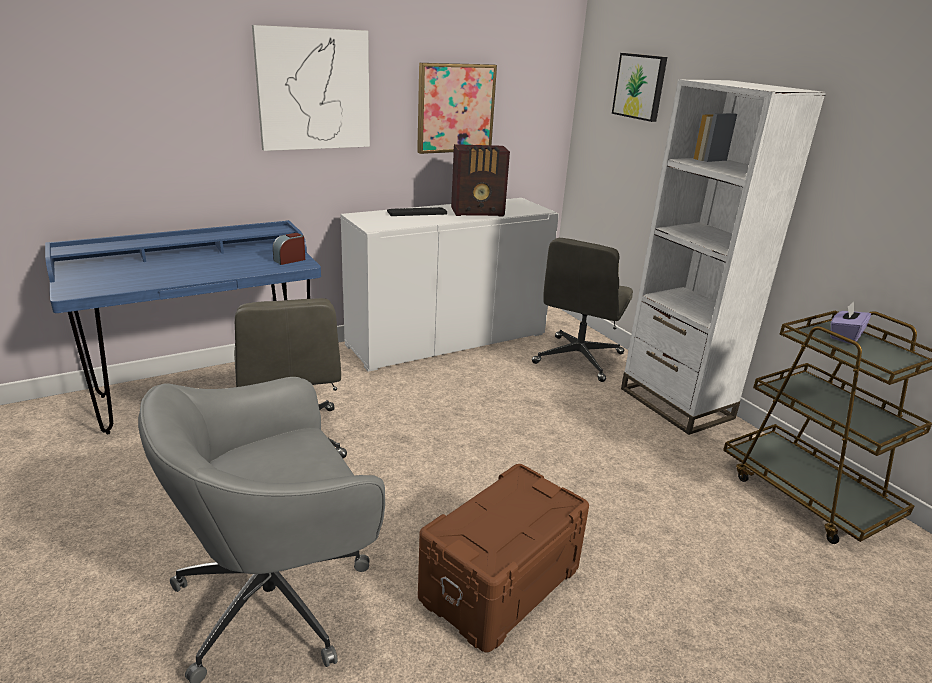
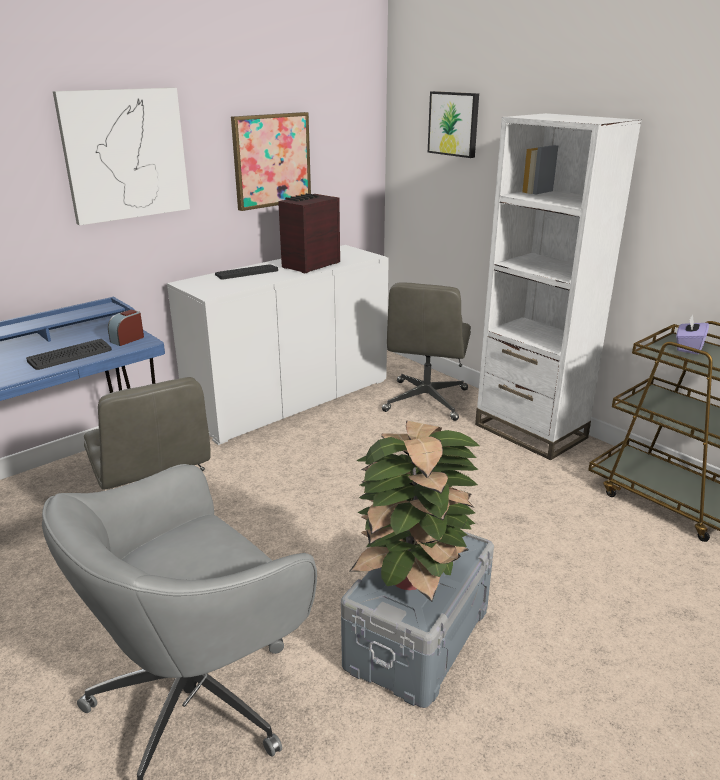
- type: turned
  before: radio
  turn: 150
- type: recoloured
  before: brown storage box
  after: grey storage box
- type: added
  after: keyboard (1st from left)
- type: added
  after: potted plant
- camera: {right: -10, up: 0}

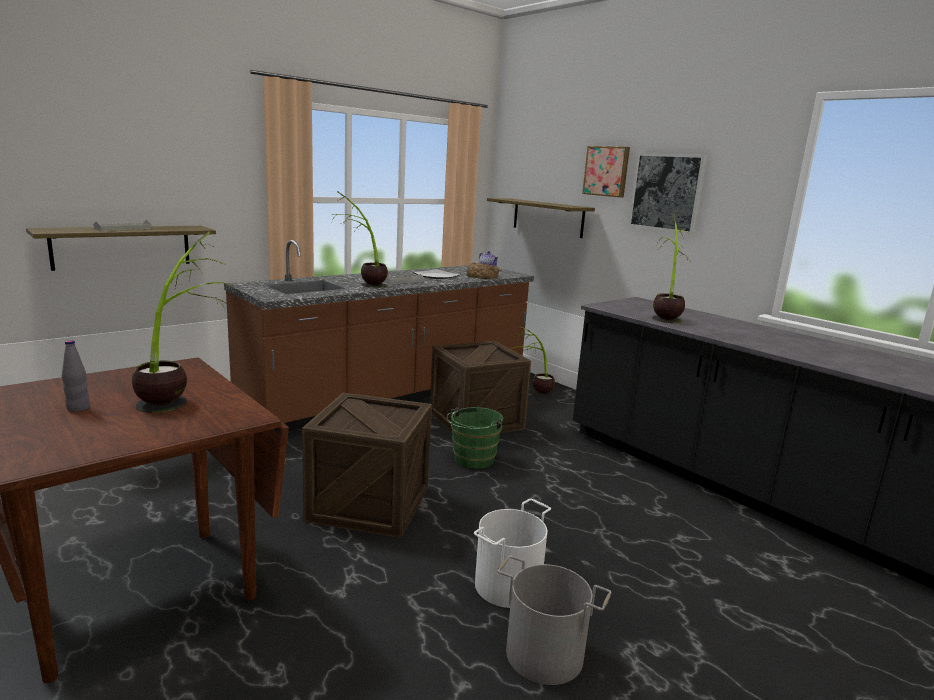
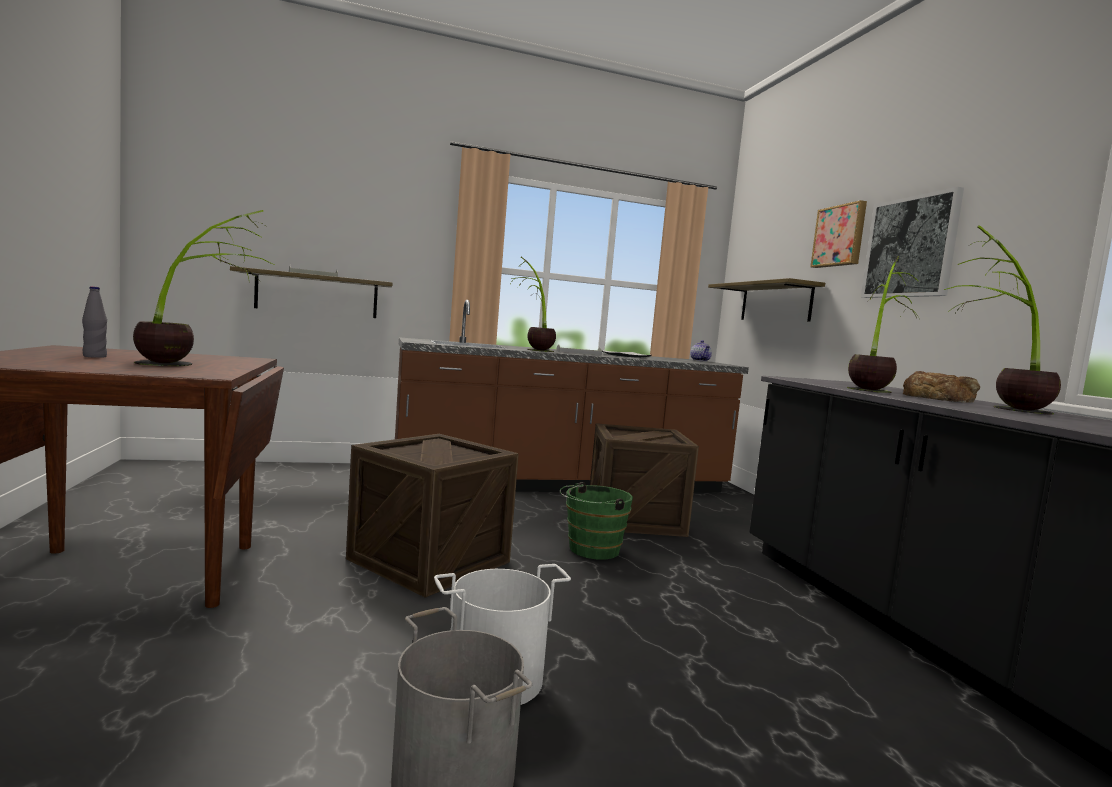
- type: moved
  before: bread
- type: moved
  before: potted plant (3rd from left in the first image)
  after: potted plant (4th from left)
- camera: {right: 25, up: -10}

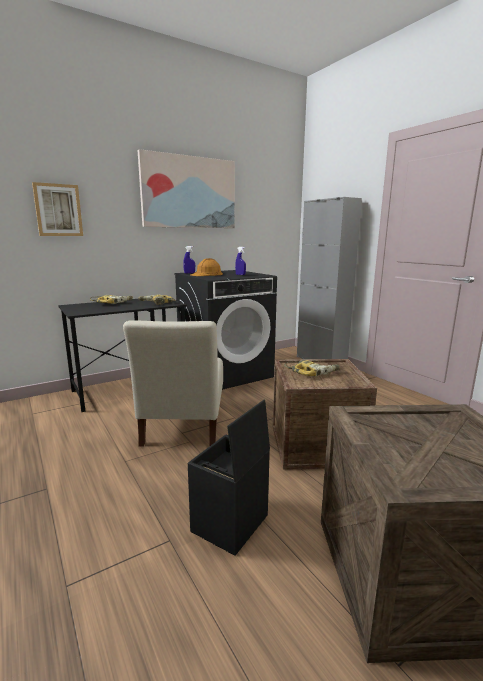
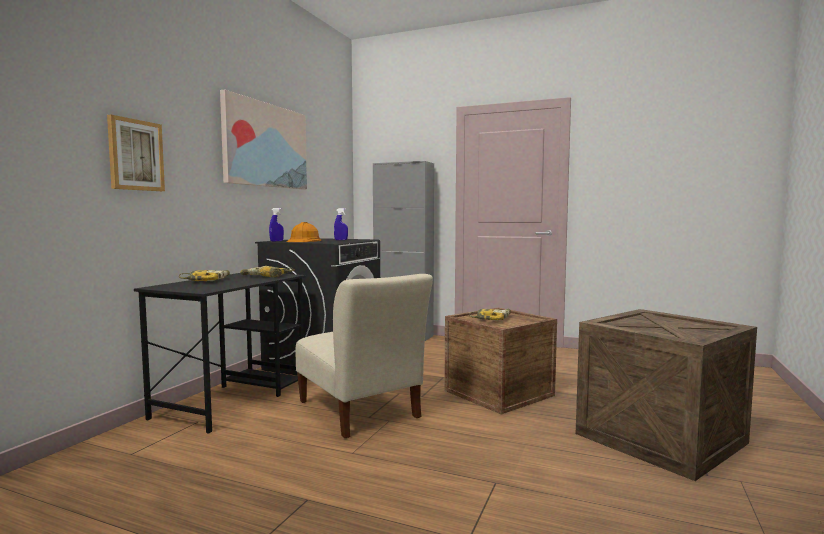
- type: removed
  before: black storage box
- camera: {right: -35, up: -10}

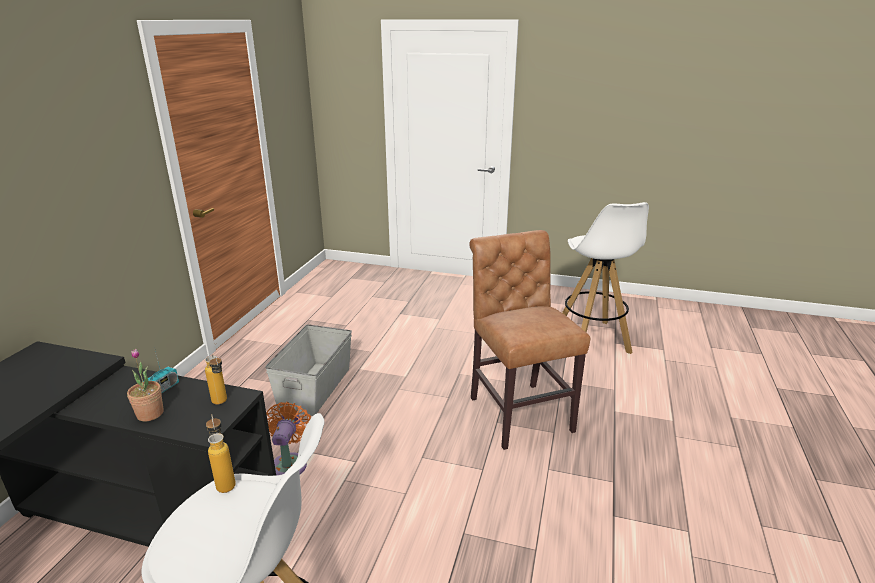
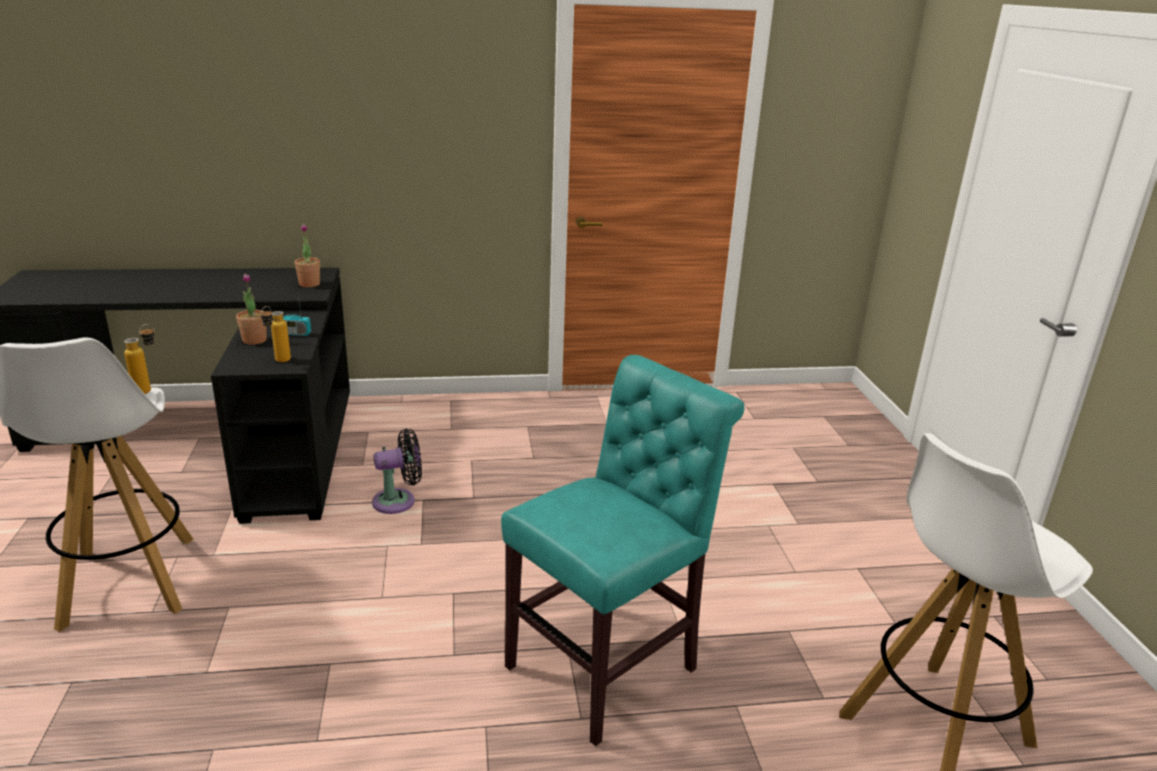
- type: recoloured
  before: brown chair
  after: turquoise chair
- type: removed
  before: grey storage box
- type: recoloured
  before: orange fan
  after: black fan
- type: added
  after: potted plant (2nd from left)
- camera: {right: 65, up: 0}

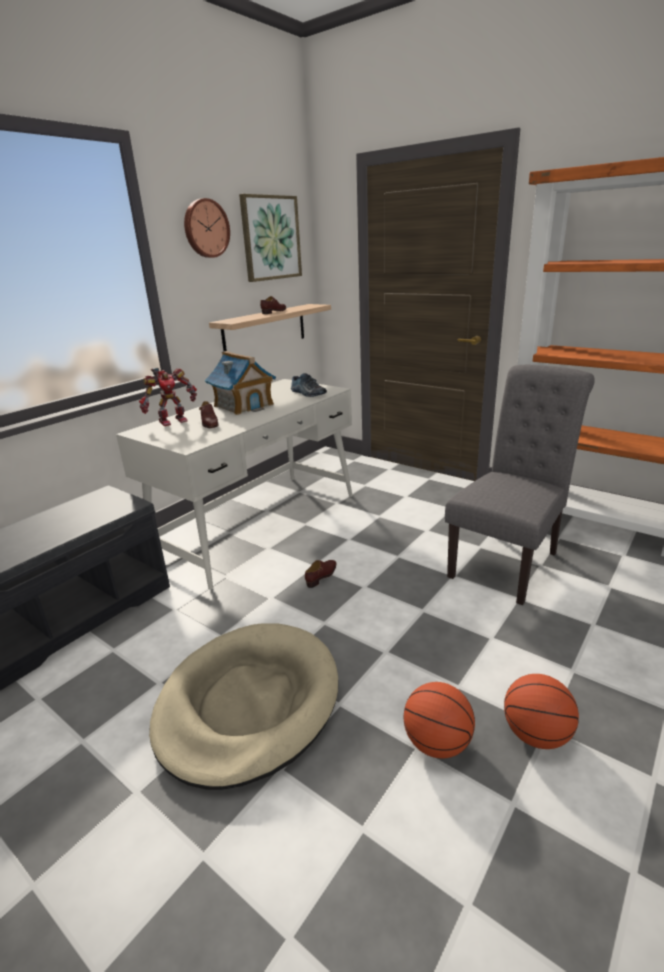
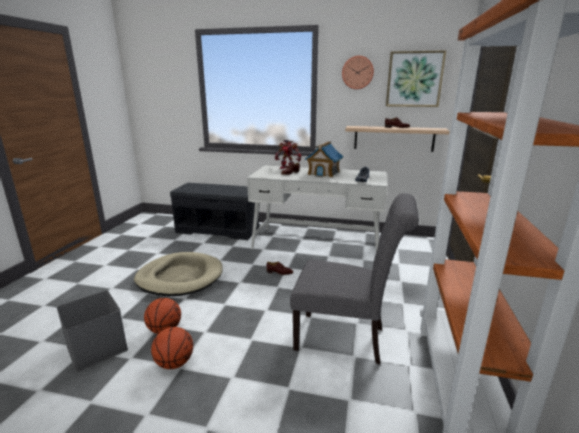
- type: added
  after: grey storage box
- camera: {right: 65, up: -5}

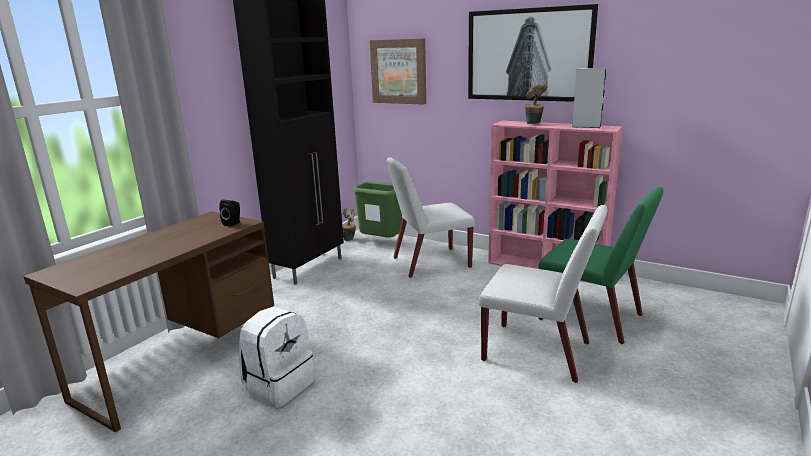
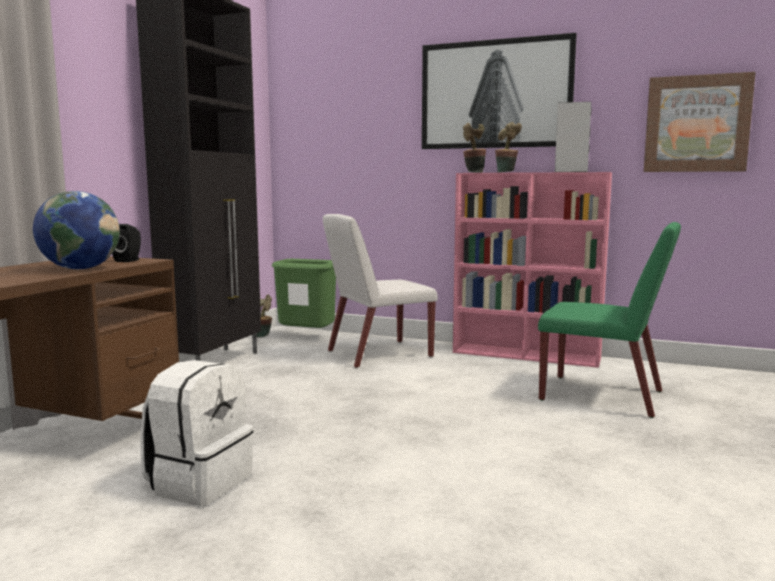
- type: moved
  before: picture (1st from left in the first image)
  after: picture (2nd from left)
- type: removed
  before: white chair (2nd from left)
- type: added
  after: potted plant (2nd from left)
- type: added
  after: globe
- camera: {right: -10, up: -10}

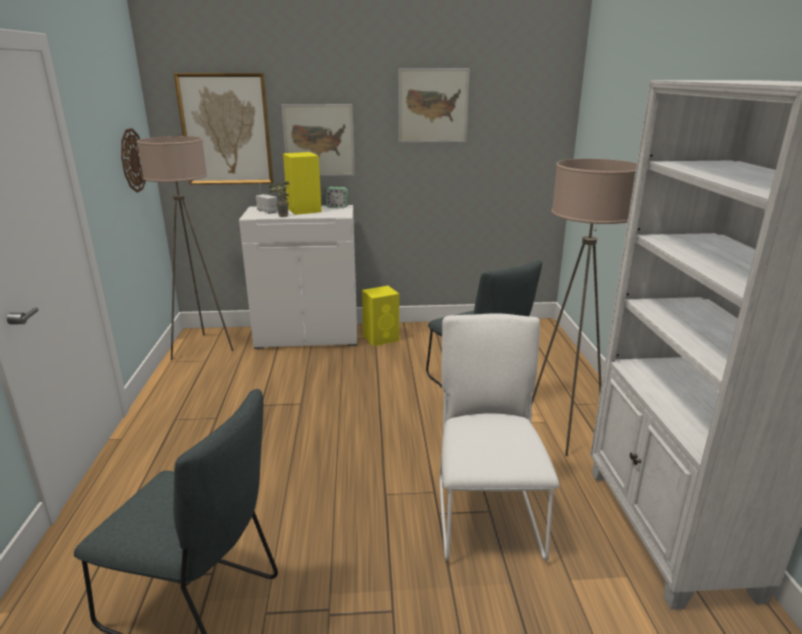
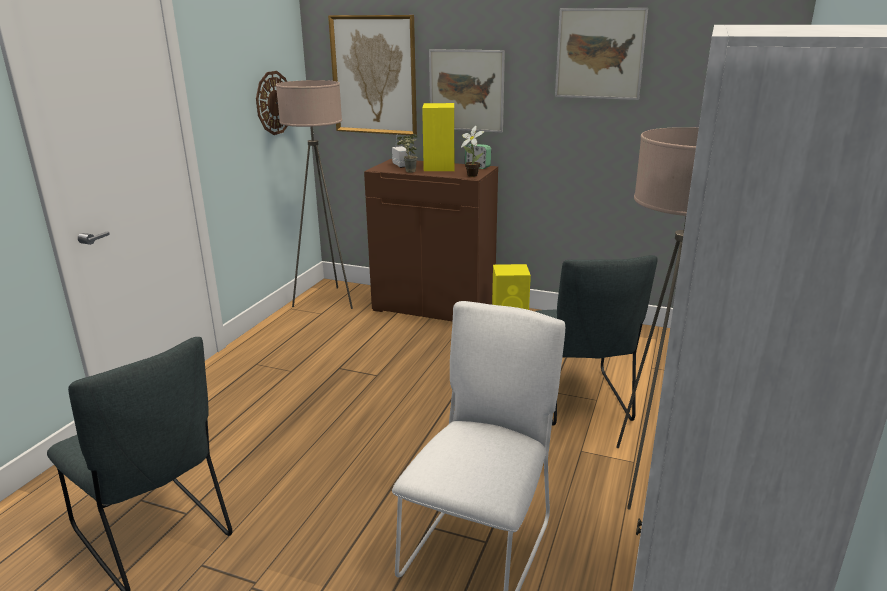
- type: recoloured
  before: white cabinet
  after: brown cabinet
- type: added
  after: potted plant (2nd from left)
- camera: {right: 25, up: 0}

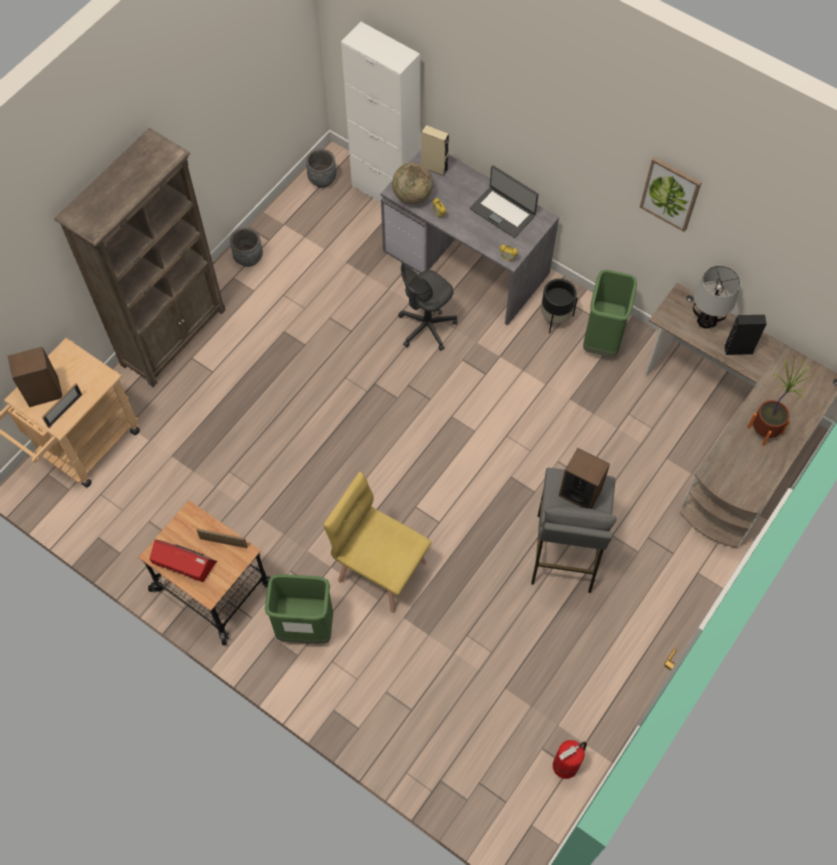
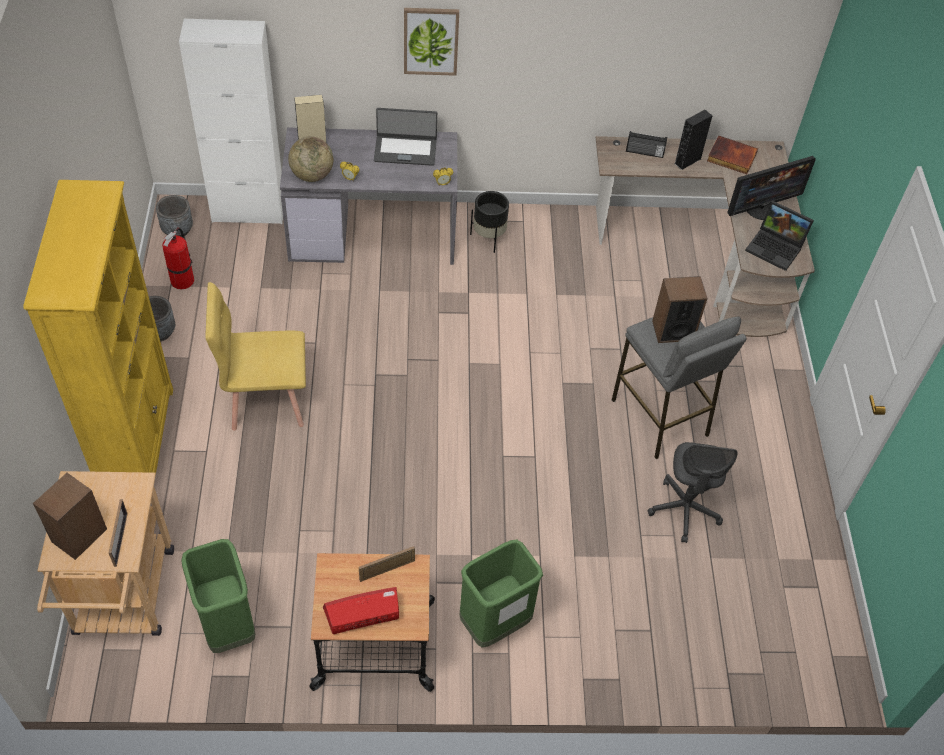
- type: recoloured
  before: brown bookcase
  after: yellow bookcase
- type: moved
  before: picture
- type: moved
  before: grey office chair
- type: replaced
  before: table lamp
  after: radio (2nd from left)
- type: moved
  before: green trash can (2nd from left in the first image)
  after: green trash can (1st from left)
- type: replaced
  before: potted plant
  after: monitor
- type: moved
  before: yellow chair
- type: moved
  before: fire extinguisher
- type: added
  after: book
- type: added
  after: laptop (2nd from left)
- camera: {right: -40, up: -10}

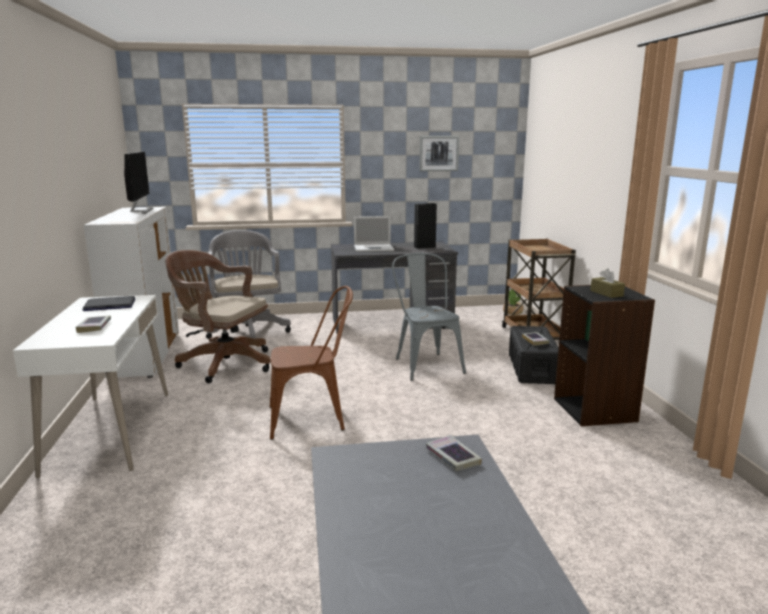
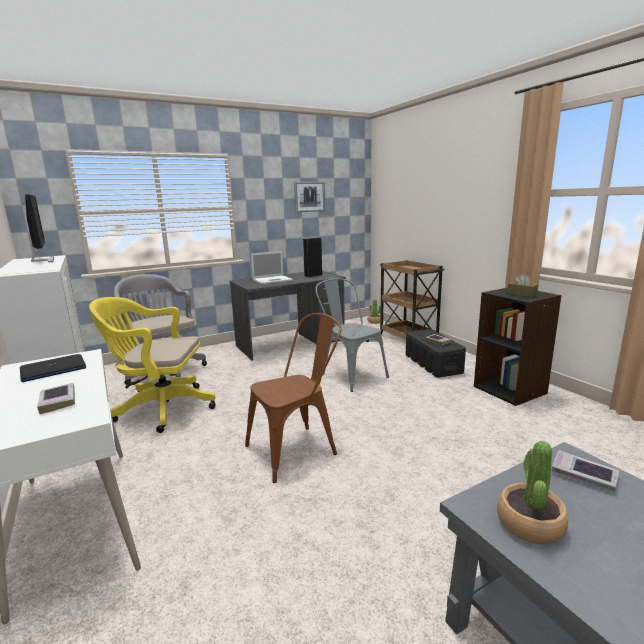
- type: recoloured
  before: brown office chair
  after: yellow office chair
- type: added
  after: potted plant (2nd from left)
- camera: {right: -20, up: 0}

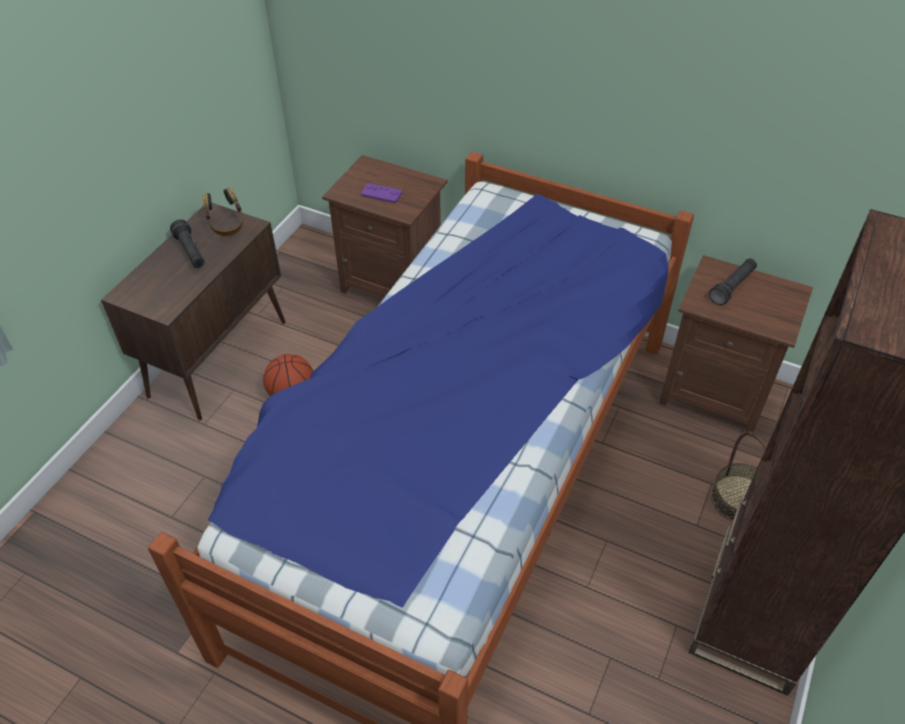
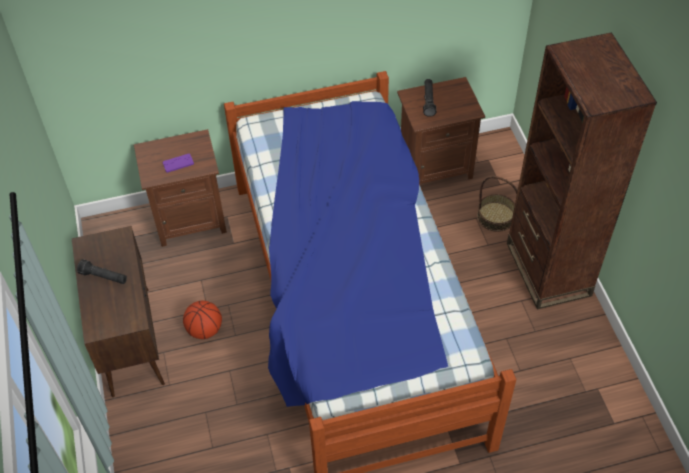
- type: removed
  before: headphones
- camera: {right: -40, up: 5}

